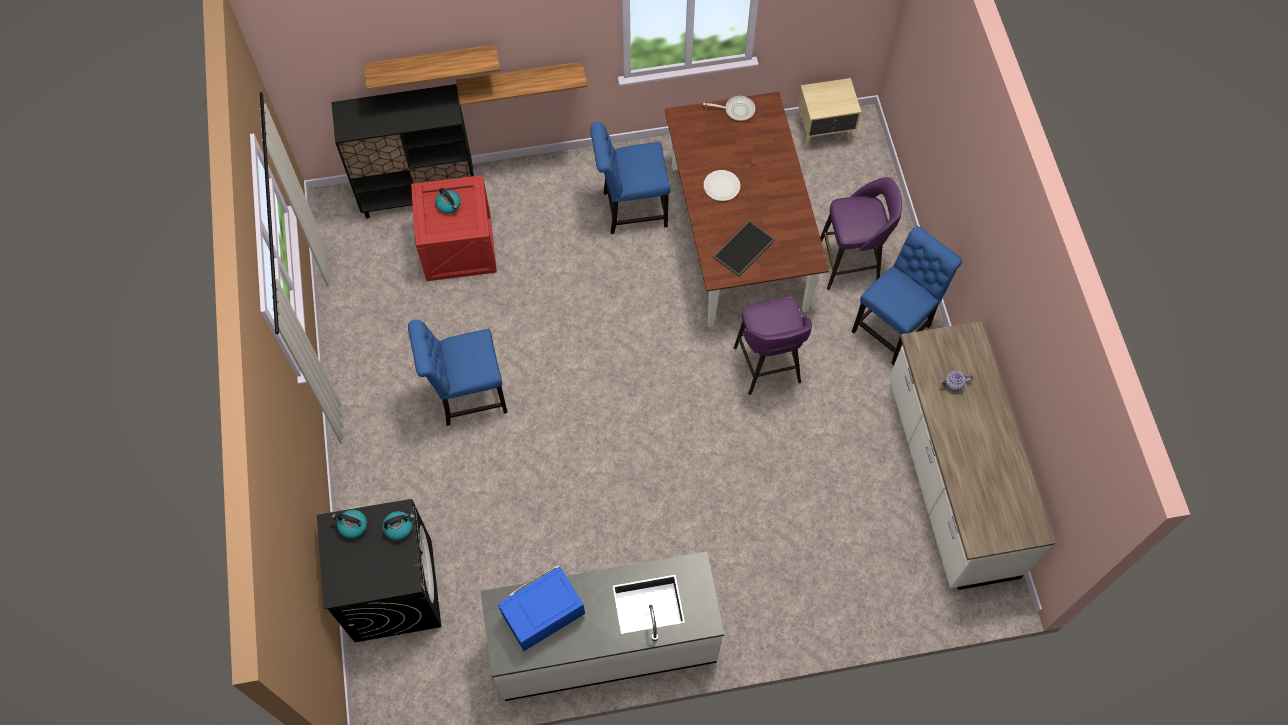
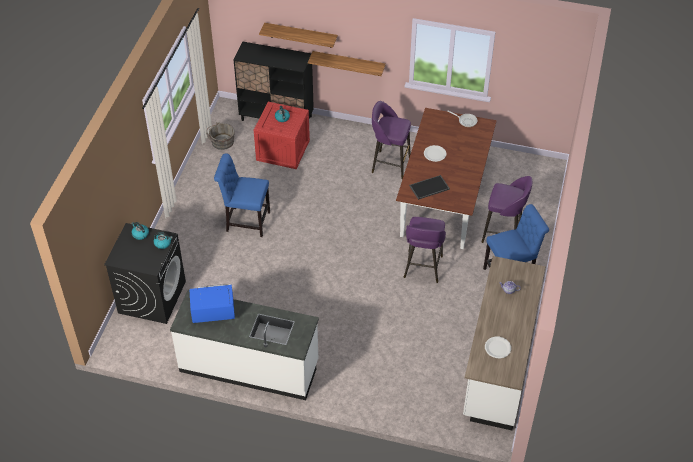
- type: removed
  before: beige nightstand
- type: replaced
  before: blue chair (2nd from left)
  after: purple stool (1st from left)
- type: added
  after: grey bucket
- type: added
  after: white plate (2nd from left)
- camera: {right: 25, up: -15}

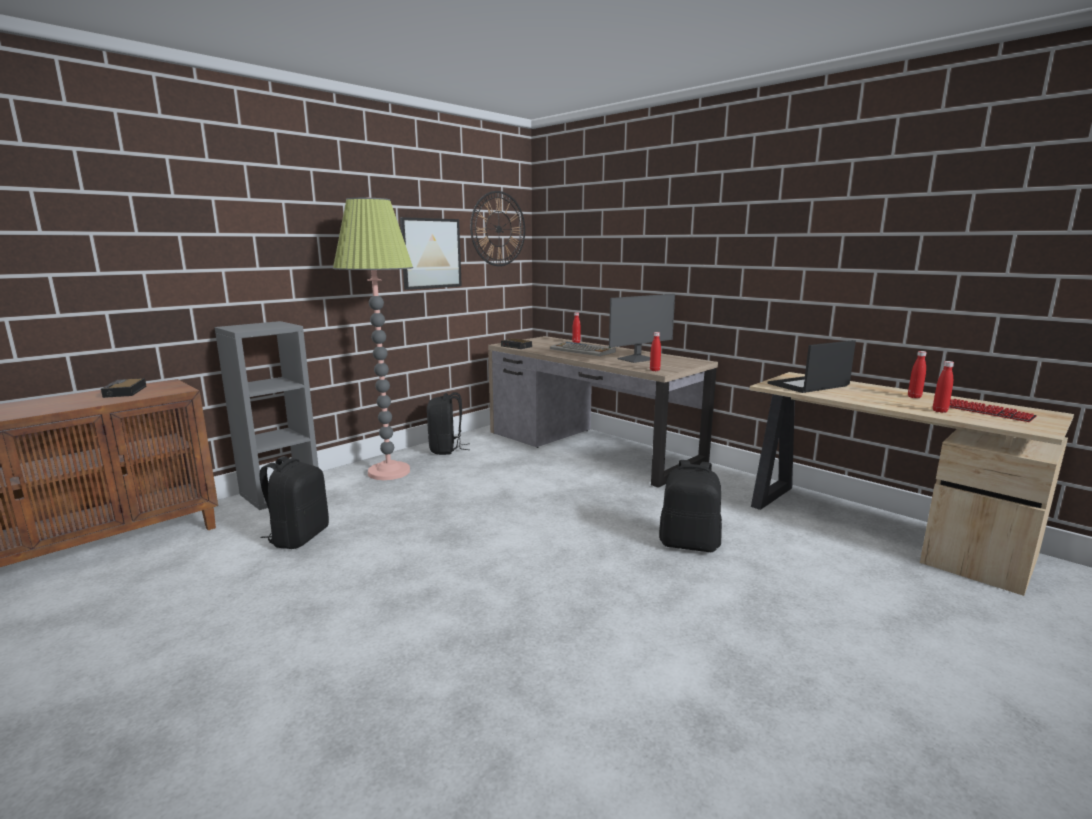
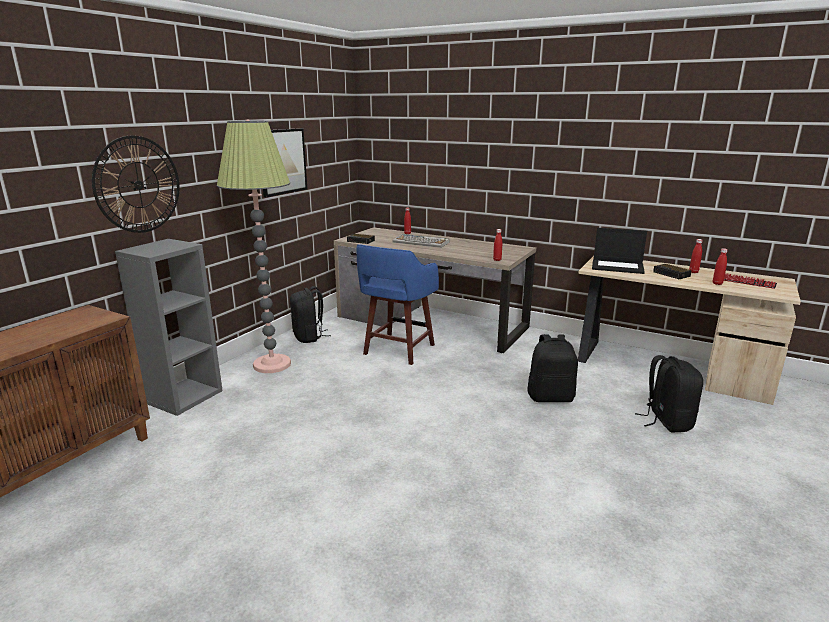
- type: moved
  before: wall clock
- type: removed
  before: monitor
- type: turned
  before: laptop
  turn: -120
- type: moved
  before: alarm clock (1st from left in the first image)
  after: alarm clock (2nd from left)
- type: moved
  before: black backpack (1st from left in the first image)
  after: black backpack (3rd from left)
- type: added
  after: blue stool
- camera: {right: -15, up: 5}

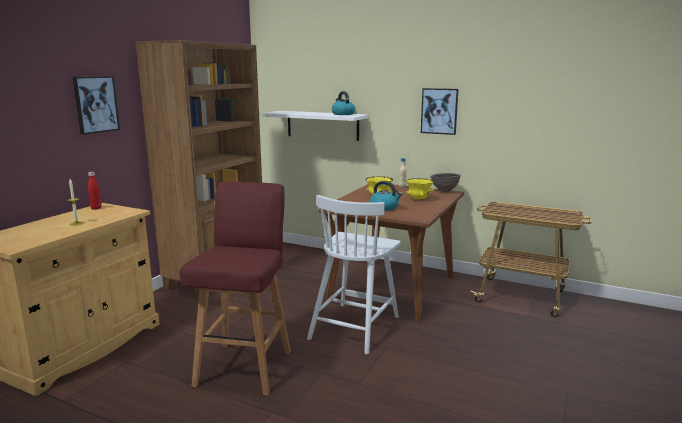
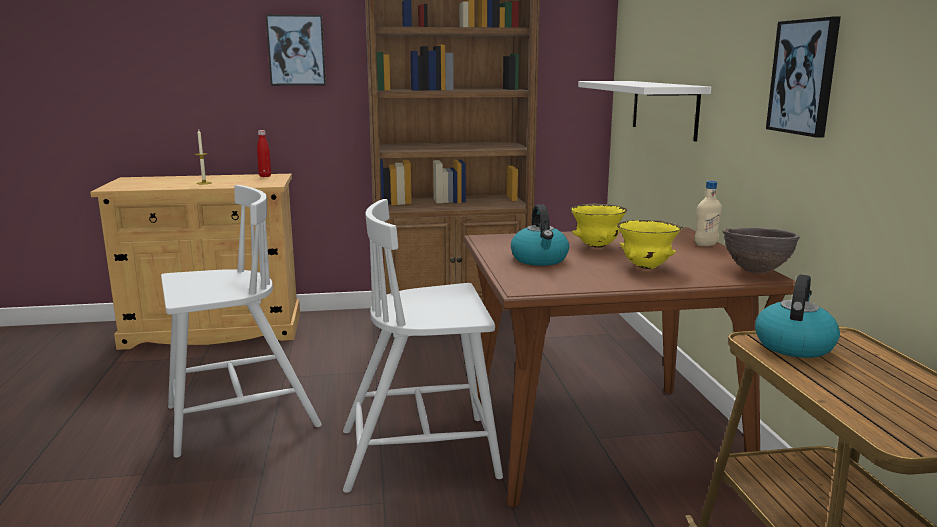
- type: moved
  before: kettle (1st from left in the first image)
  after: kettle (2nd from left)
- type: replaced
  before: red stool
  after: white chair (1st from left)
- camera: {right: 55, up: 0}

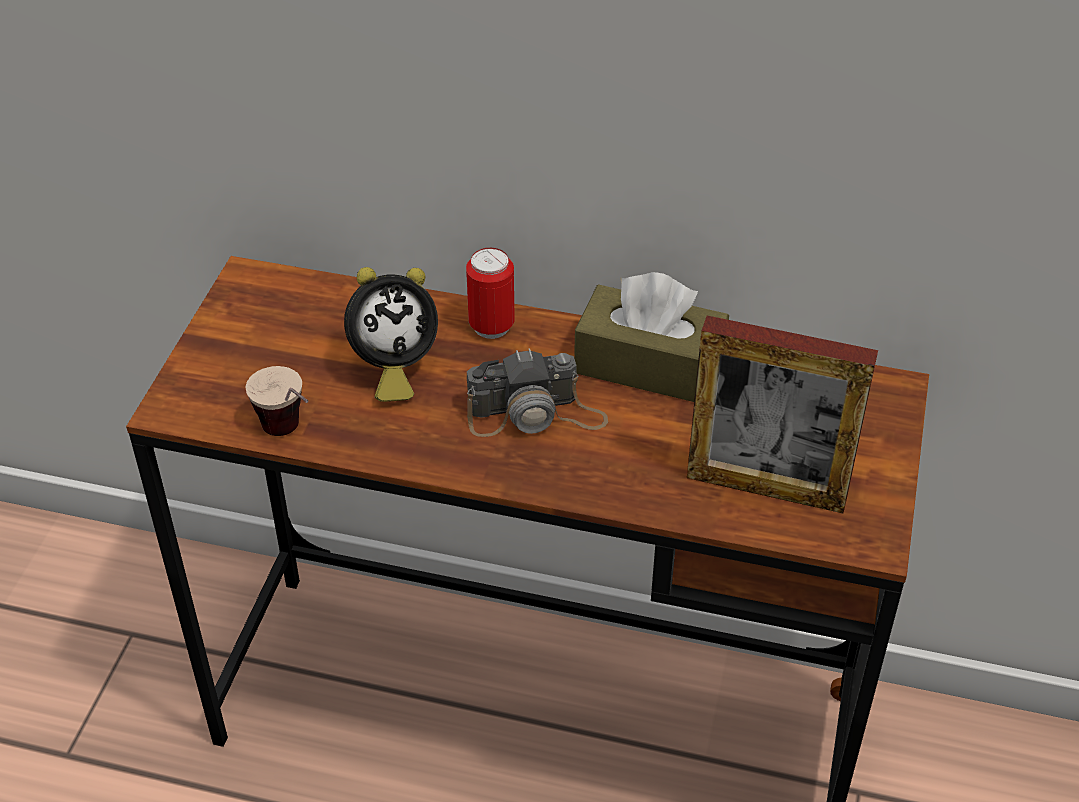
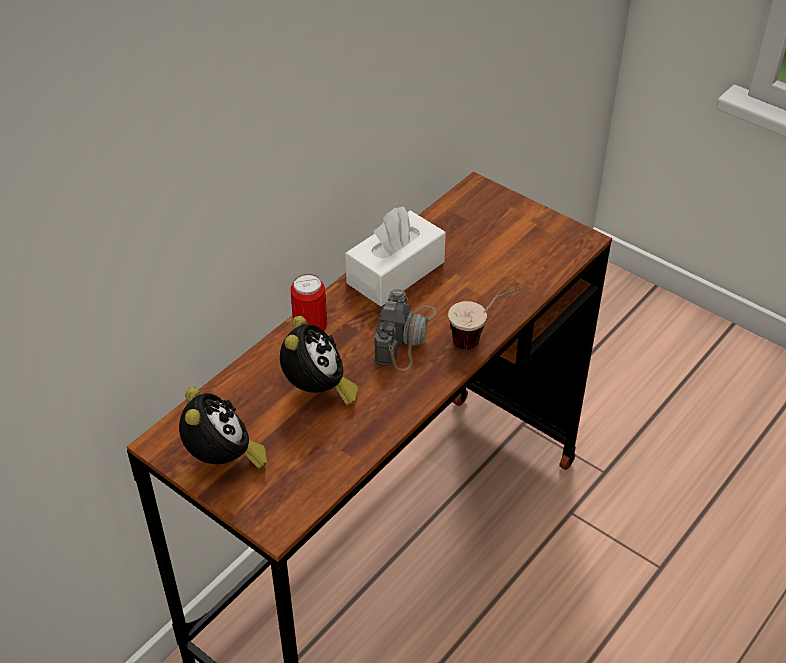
- type: recoloured
  before: brown tissue box
  after: white tissue box
- type: removed
  before: picture frame
- type: moved
  before: cup
- type: added
  after: alarm clock (1st from left)
- camera: {right: -65, up: 0}

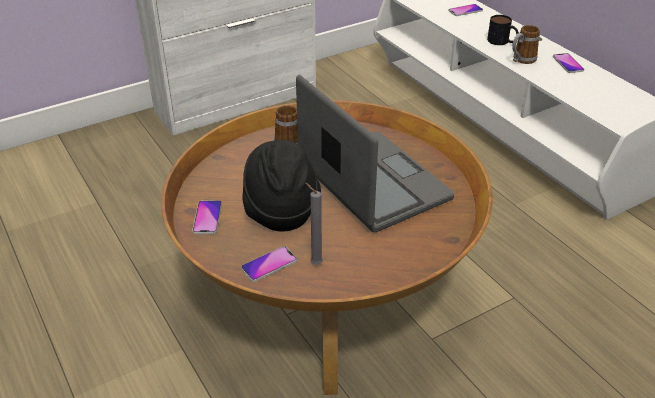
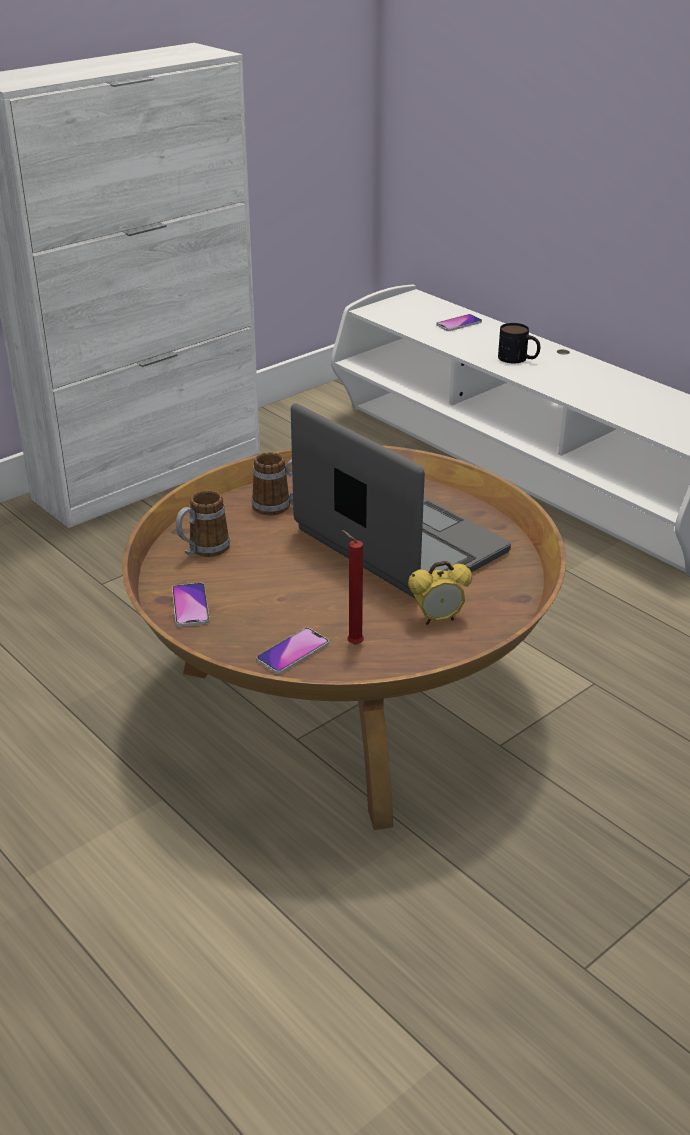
- type: moved
  before: mug (3rd from left in the first image)
  after: mug (1st from left)
- type: removed
  before: phone (4th from left)
- type: removed
  before: black hat
- type: recoloured
  before: grey candle
  after: red candle
- type: added
  after: alarm clock
- camera: {right: -10, up: -5}

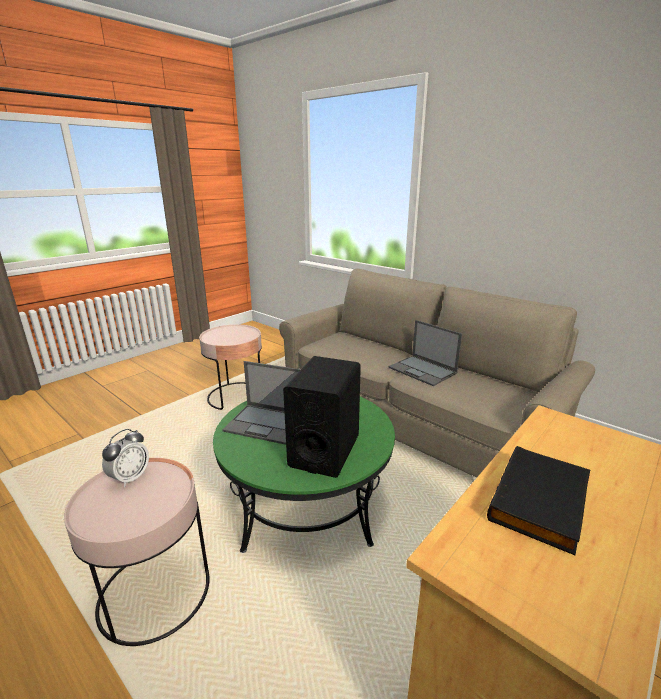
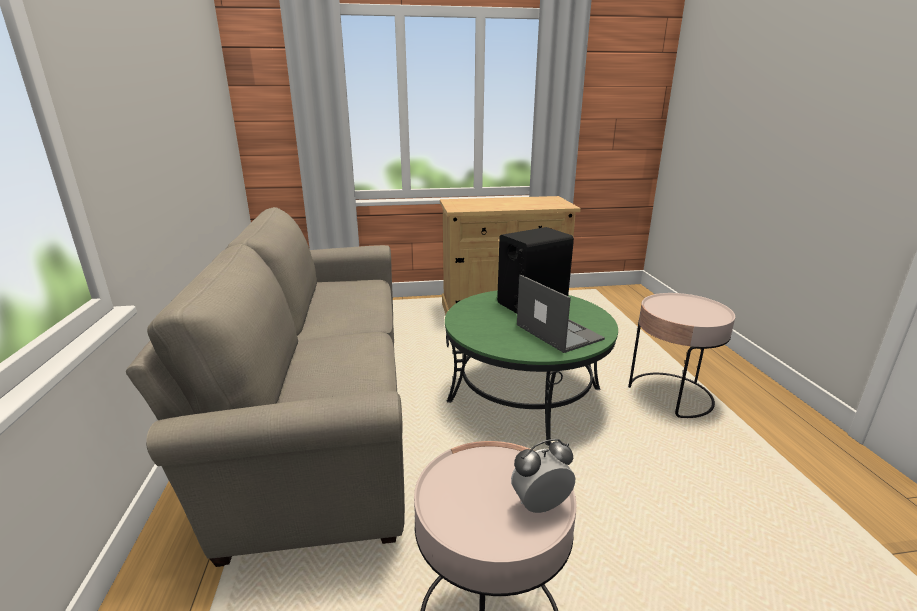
- type: removed
  before: laptop (2nd from left)
- type: moved
  before: alarm clock
- type: removed
  before: black book
- camera: {right: -140, up: 0}

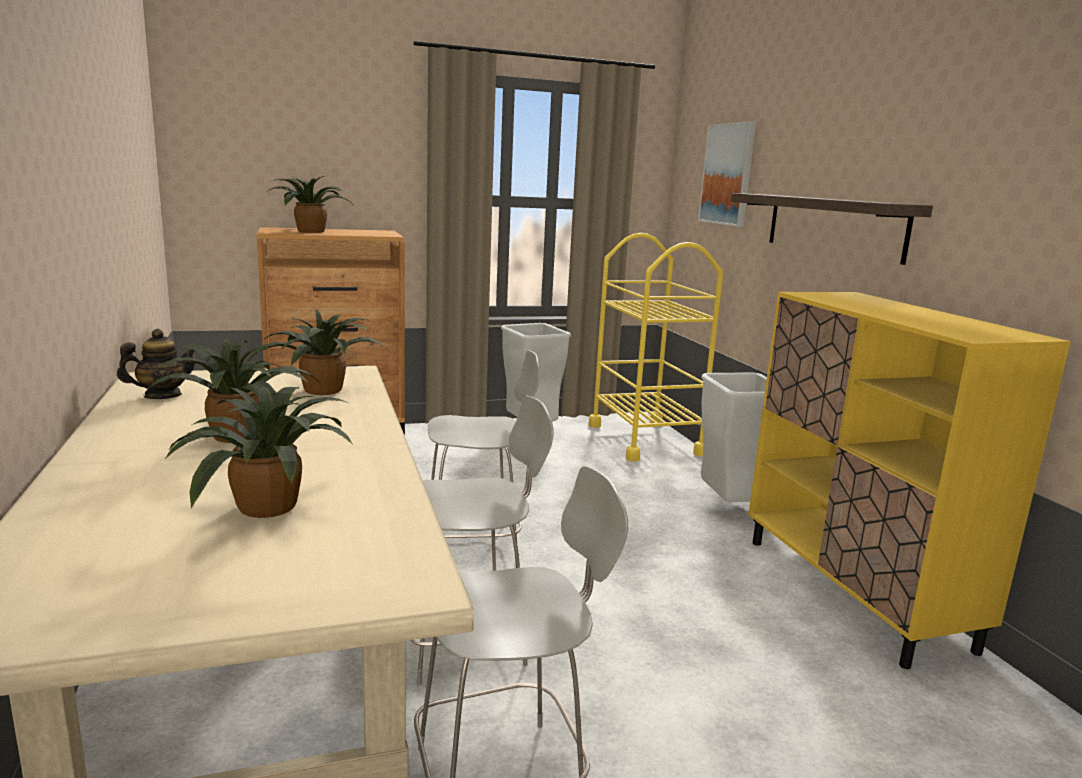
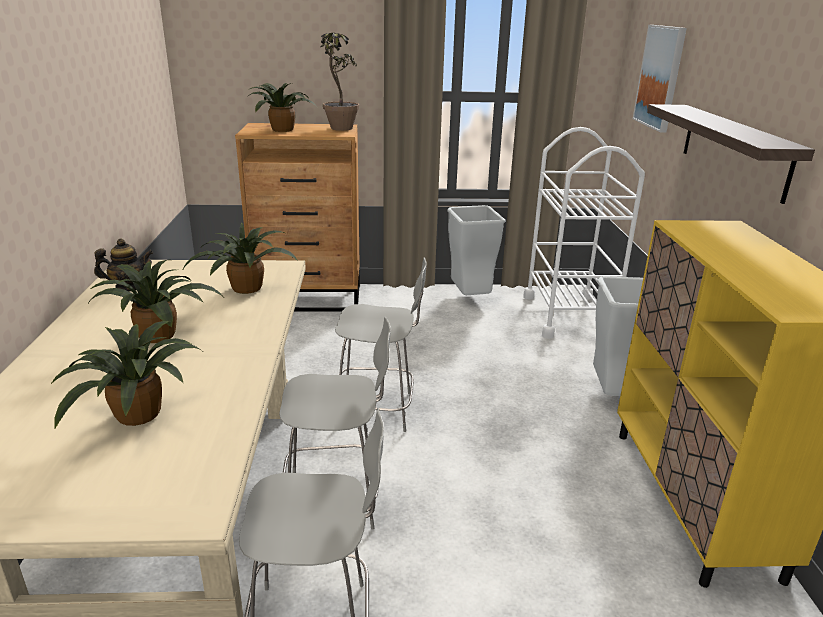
- type: recoloured
  before: yellow cart
  after: white cart
- type: added
  after: potted plant (5th from left)
- camera: {right: 15, up: 10}

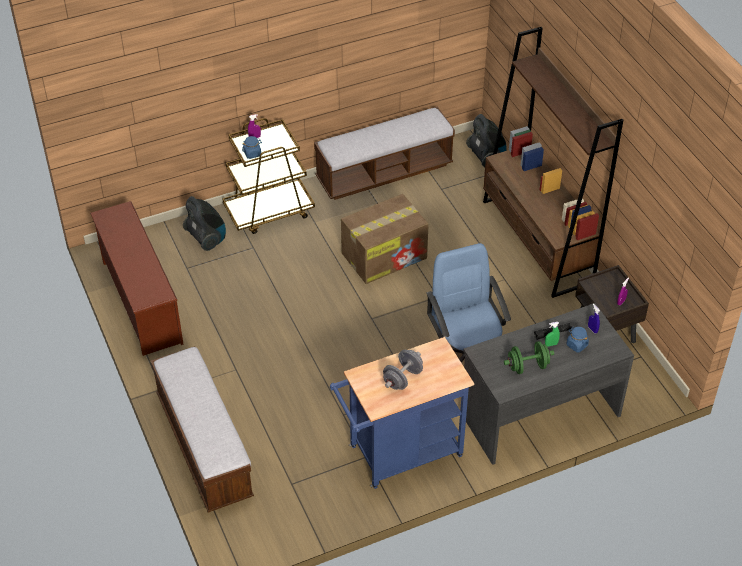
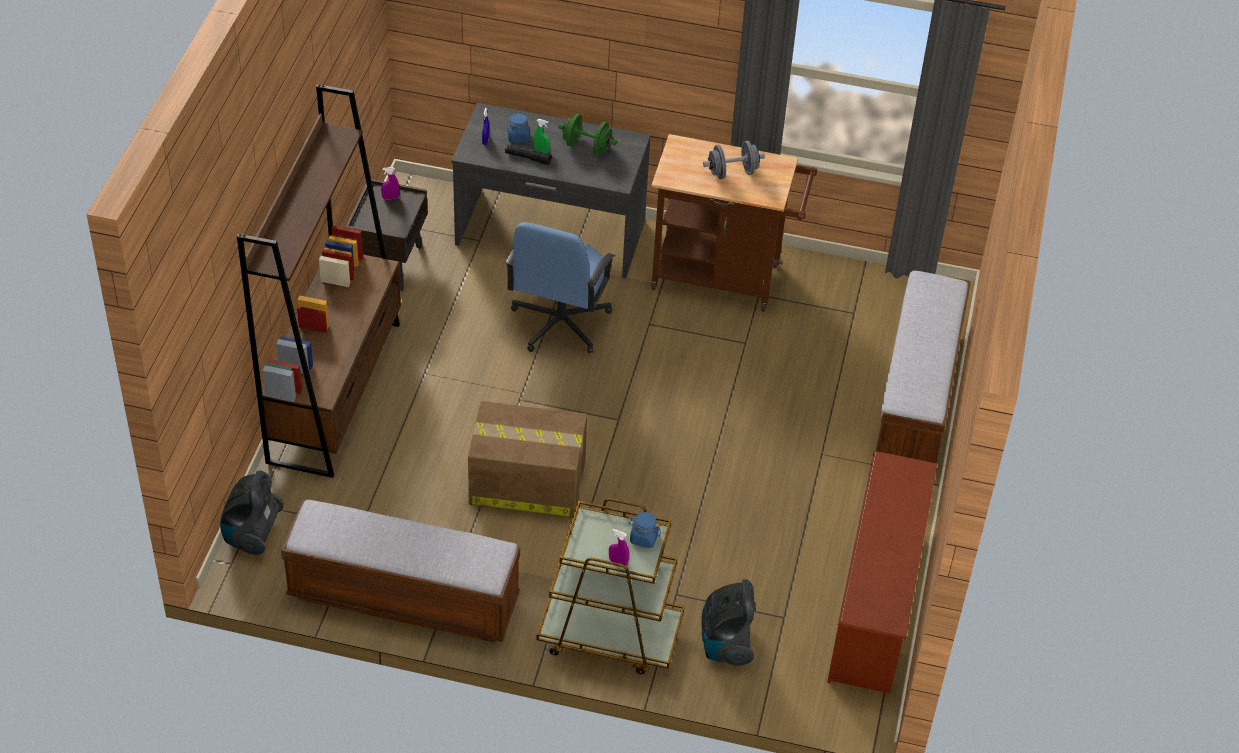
- type: recoloured
  before: blue cart
  after: brown cart (2nd from left)
- camera: {right: -145, up: 0}

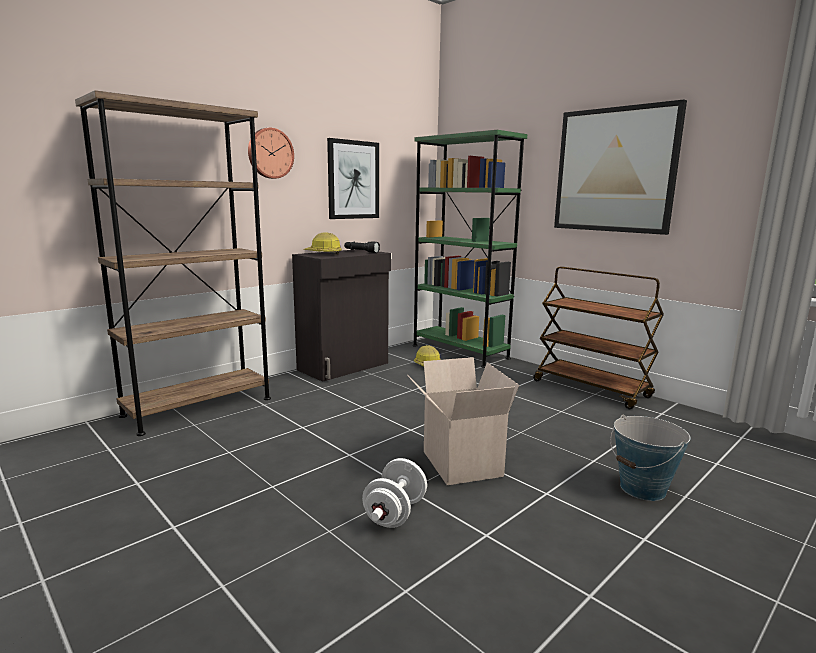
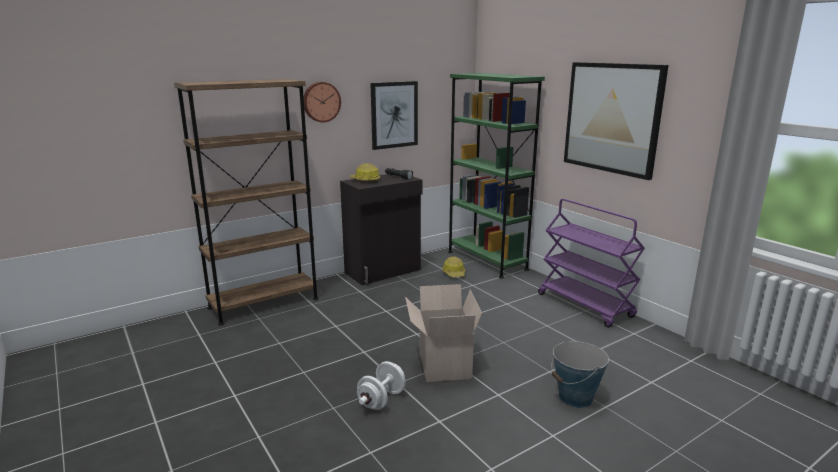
- type: recoloured
  before: brown cart
  after: purple cart
- camera: {right: 10, up: 5}

